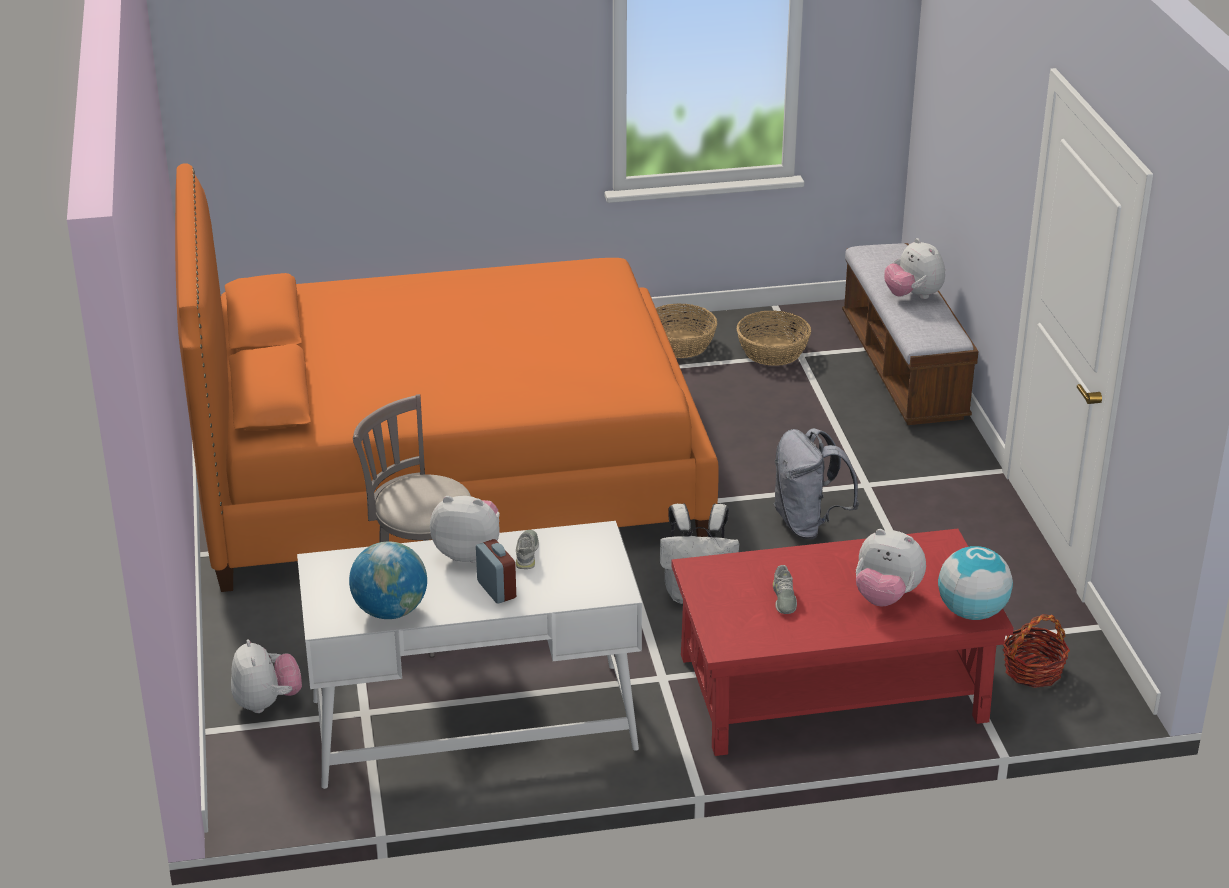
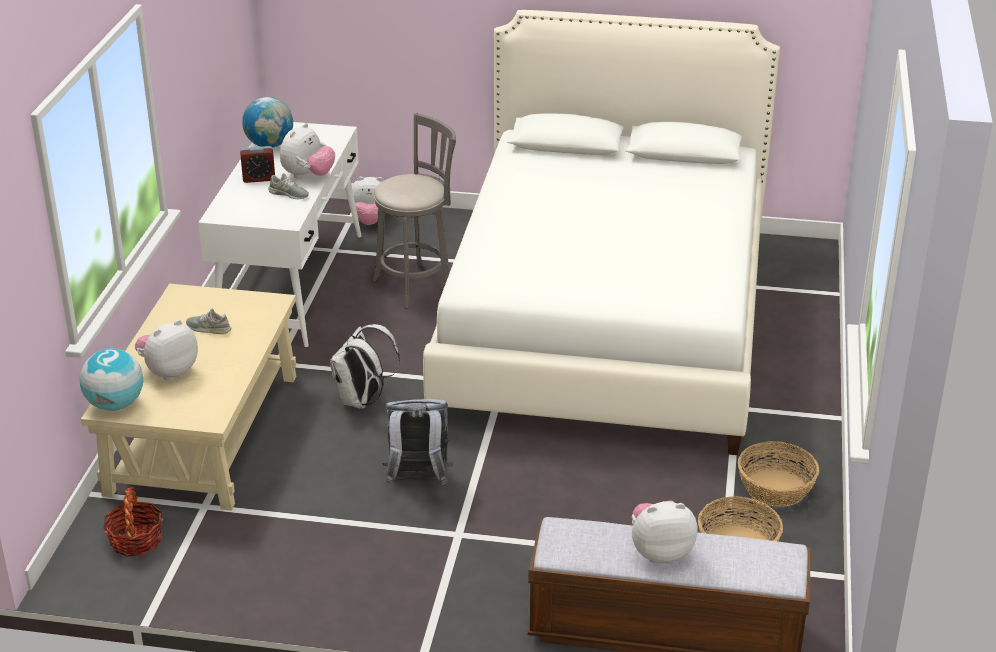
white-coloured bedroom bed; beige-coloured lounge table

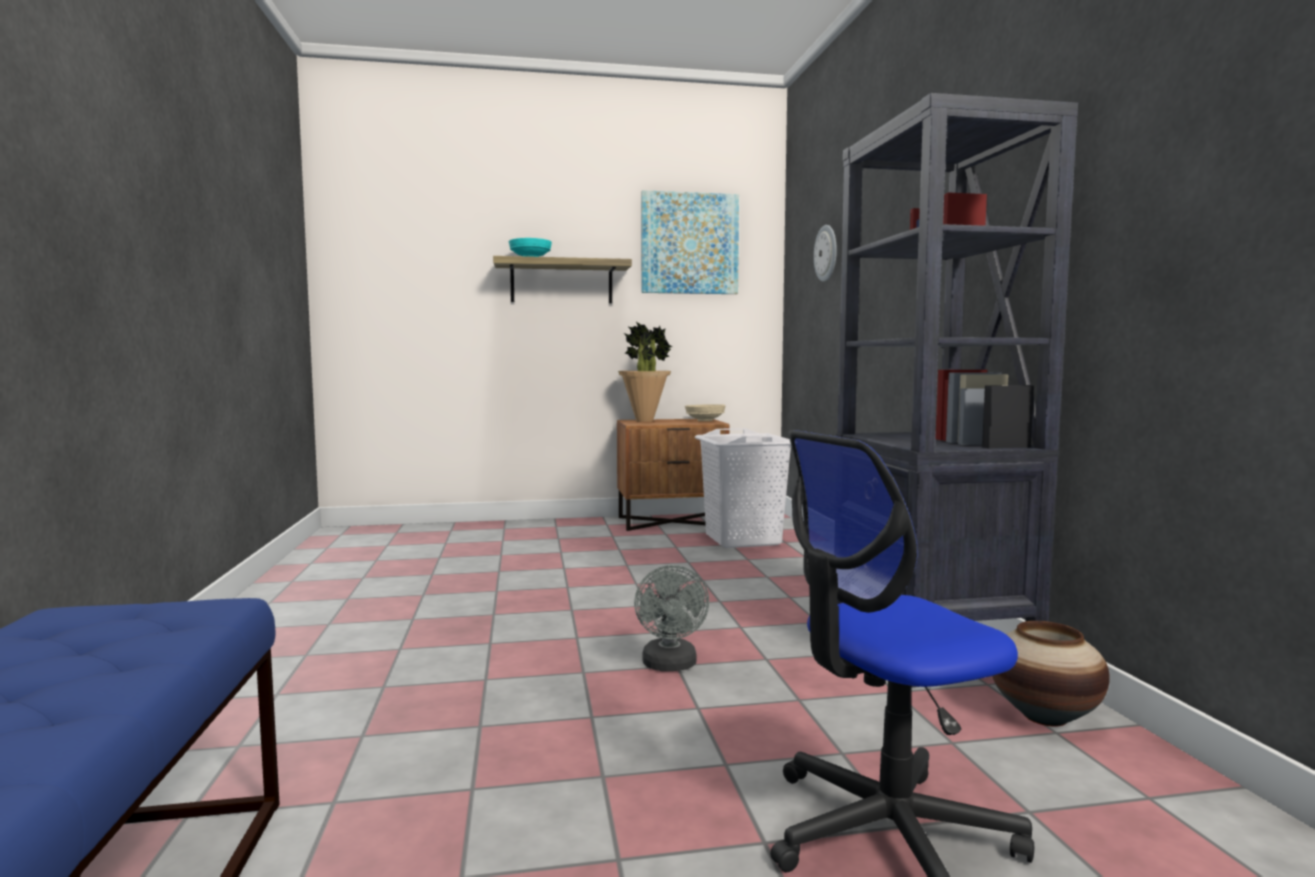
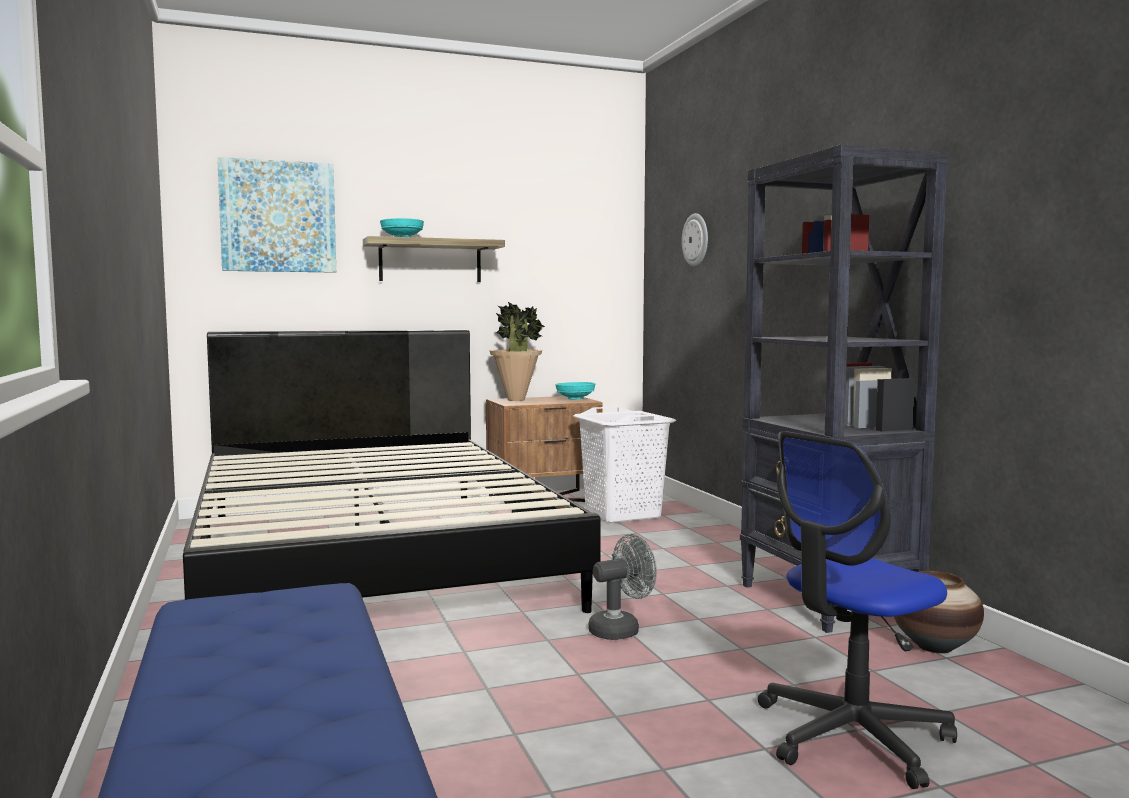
picture; turquoise-coloured deep dish (no. 2 from left); grey cooling fan; black bedroom bed

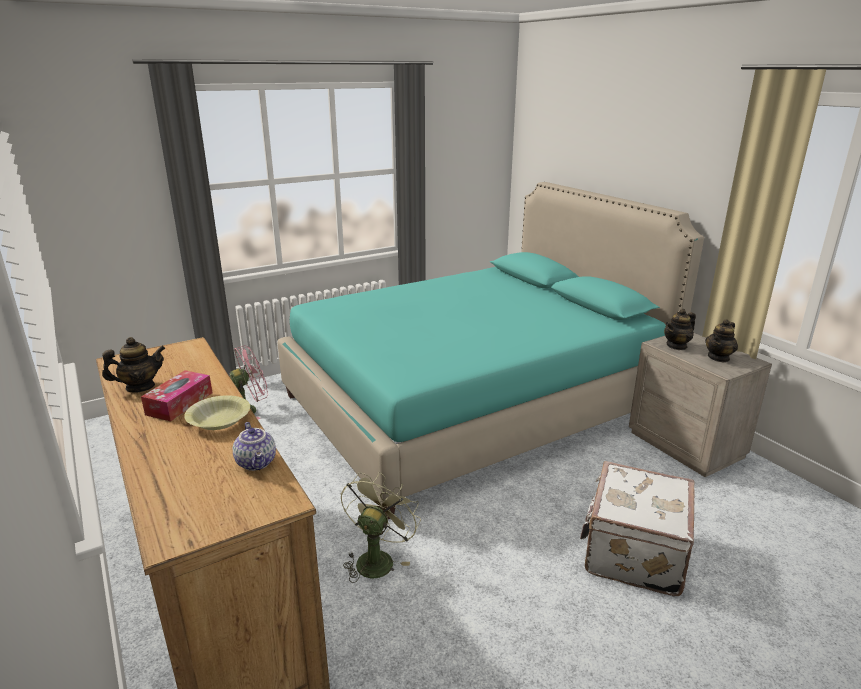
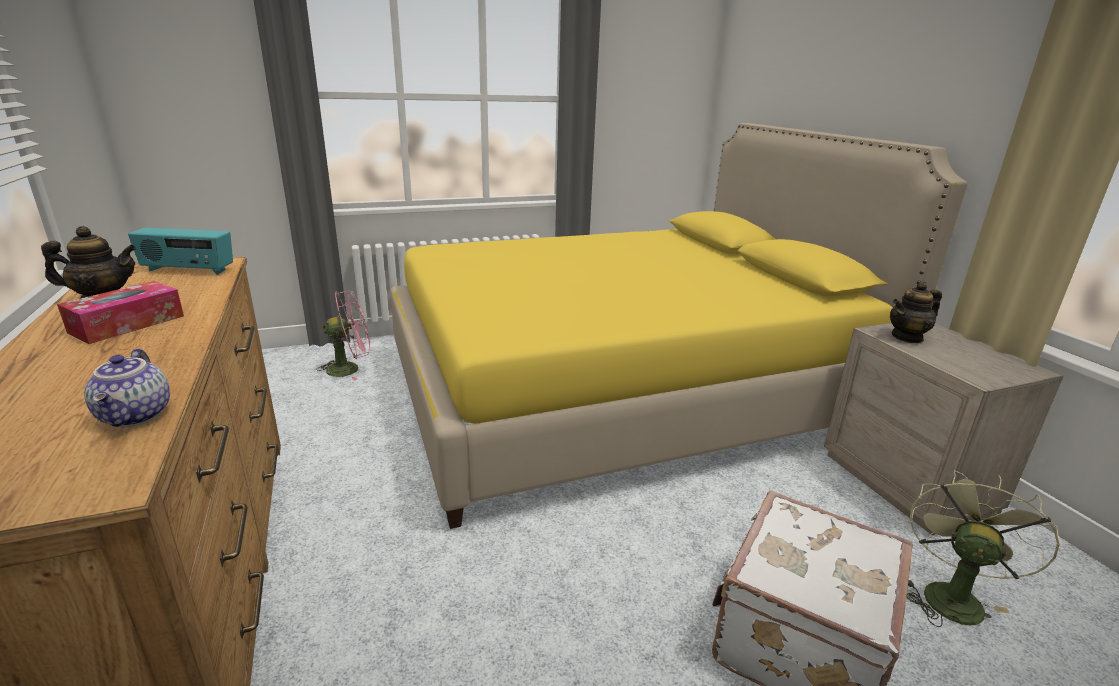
yellow bedroom bed; tea pot (no. 4 from left in the first image); yellow deep dish; greenish cooling fan; radio set

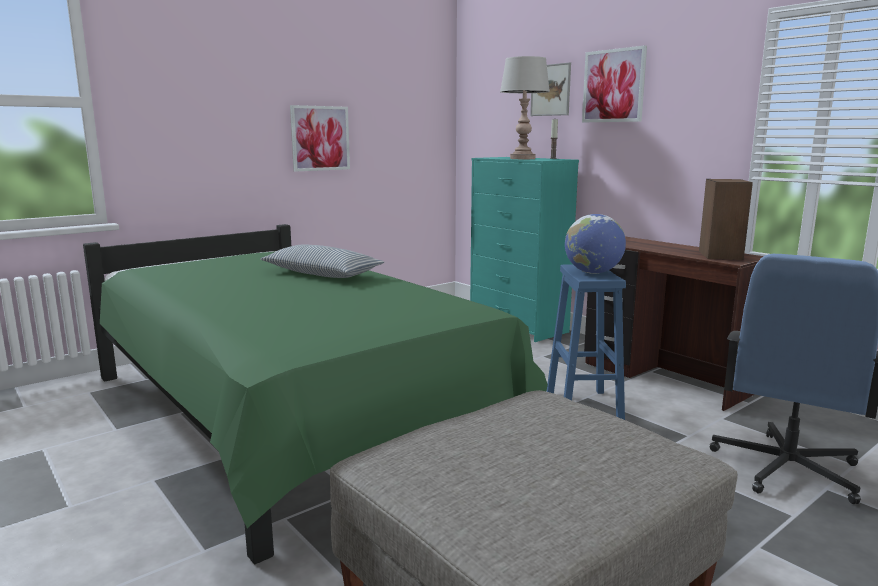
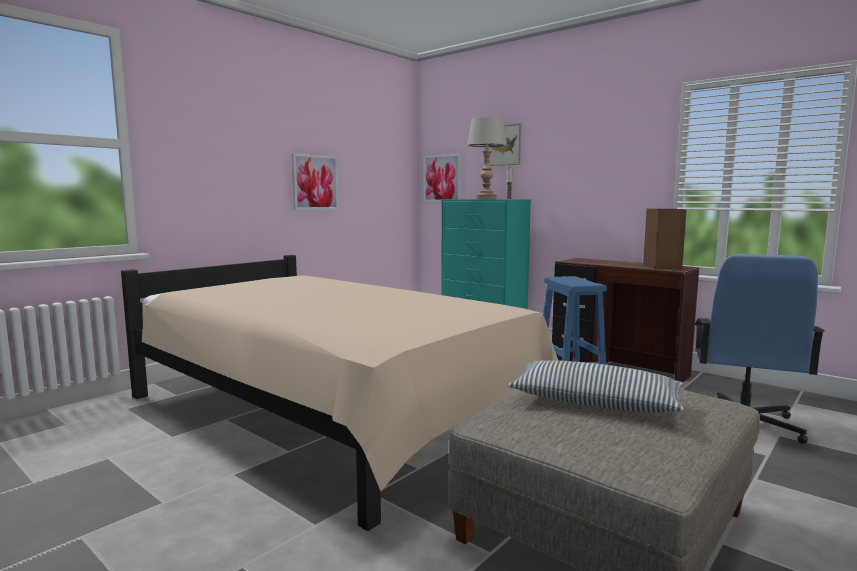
picture (no. 2 from left); globe; beige-coloured bedroom bed; throw pillow

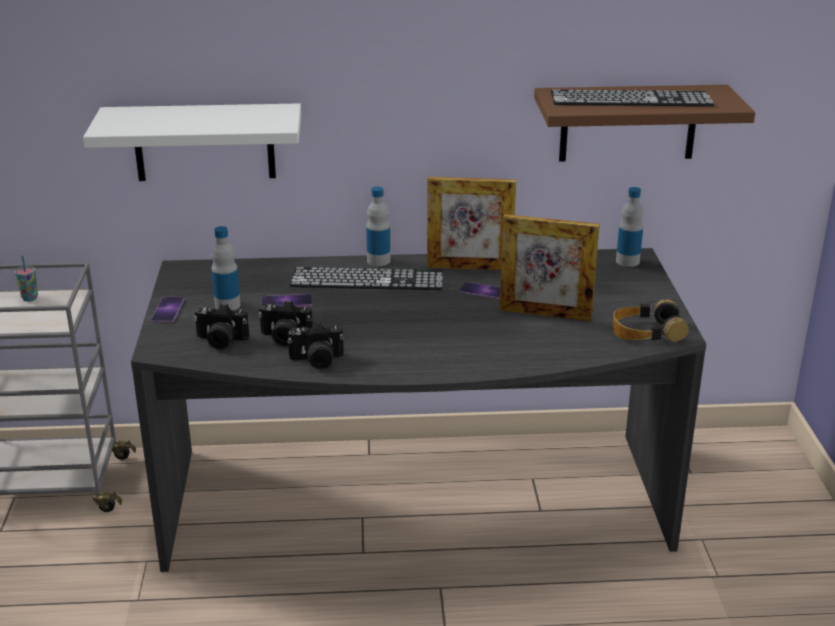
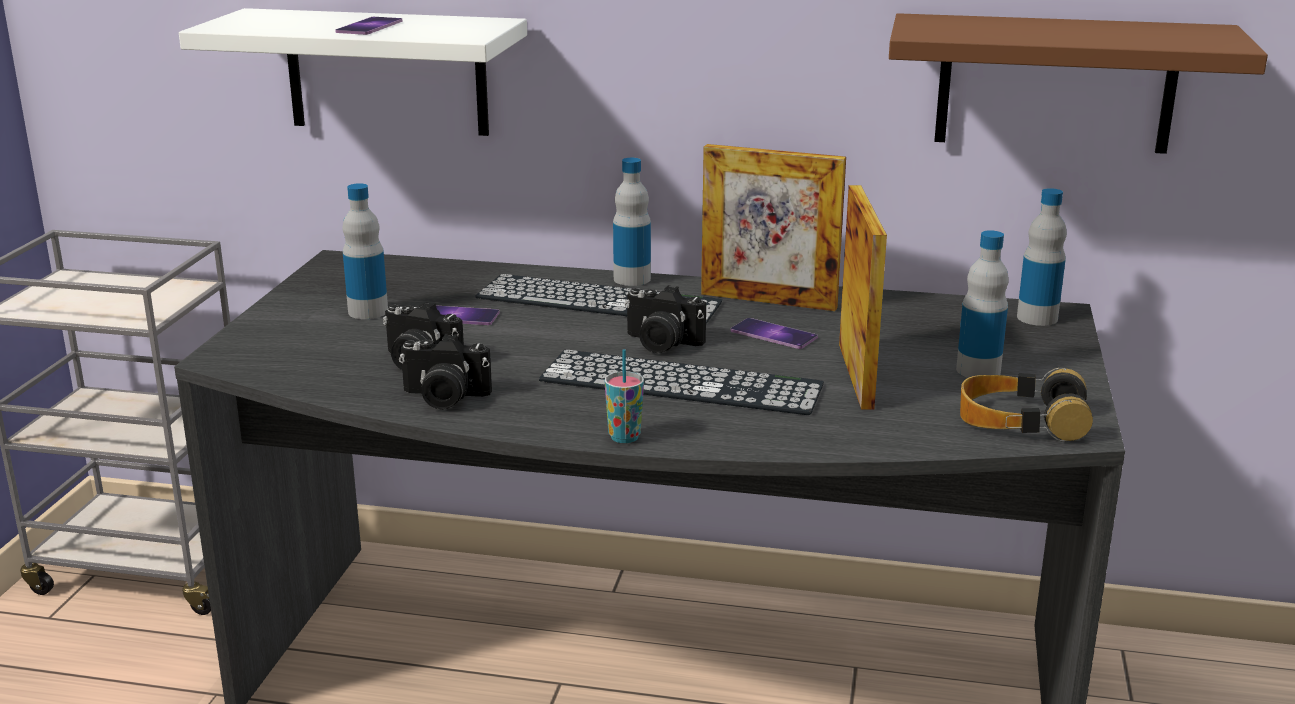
keyboard (no. 2 from left); standing frame (no. 2 from left); cup; handset (no. 1 from left); still camera (no. 3 from left); beverage bottle (no. 3 from left)

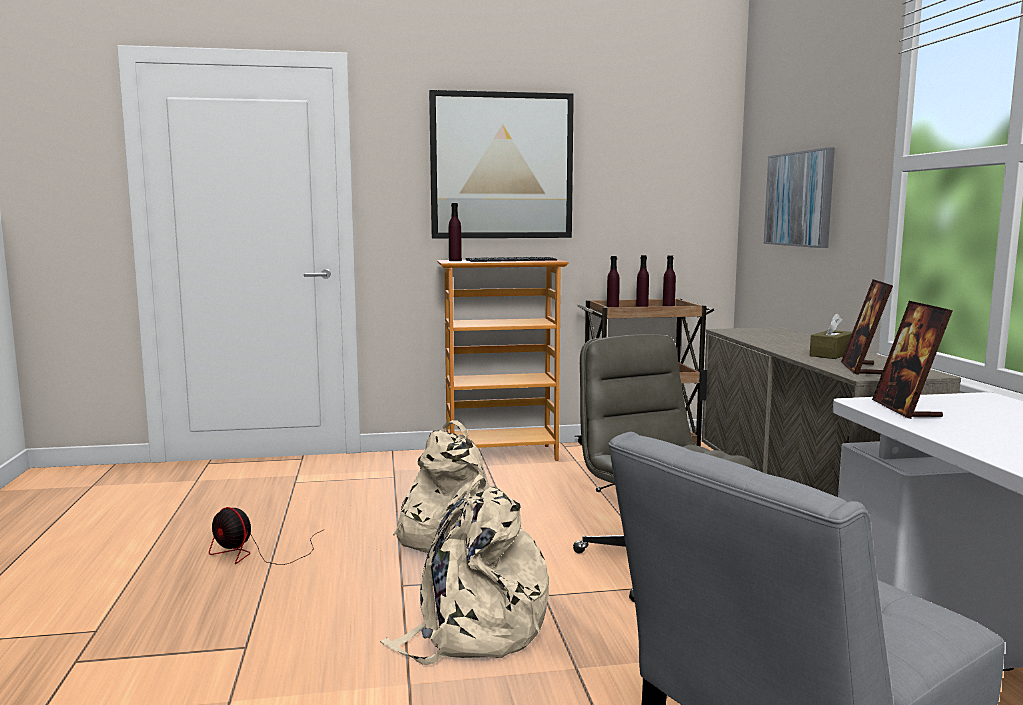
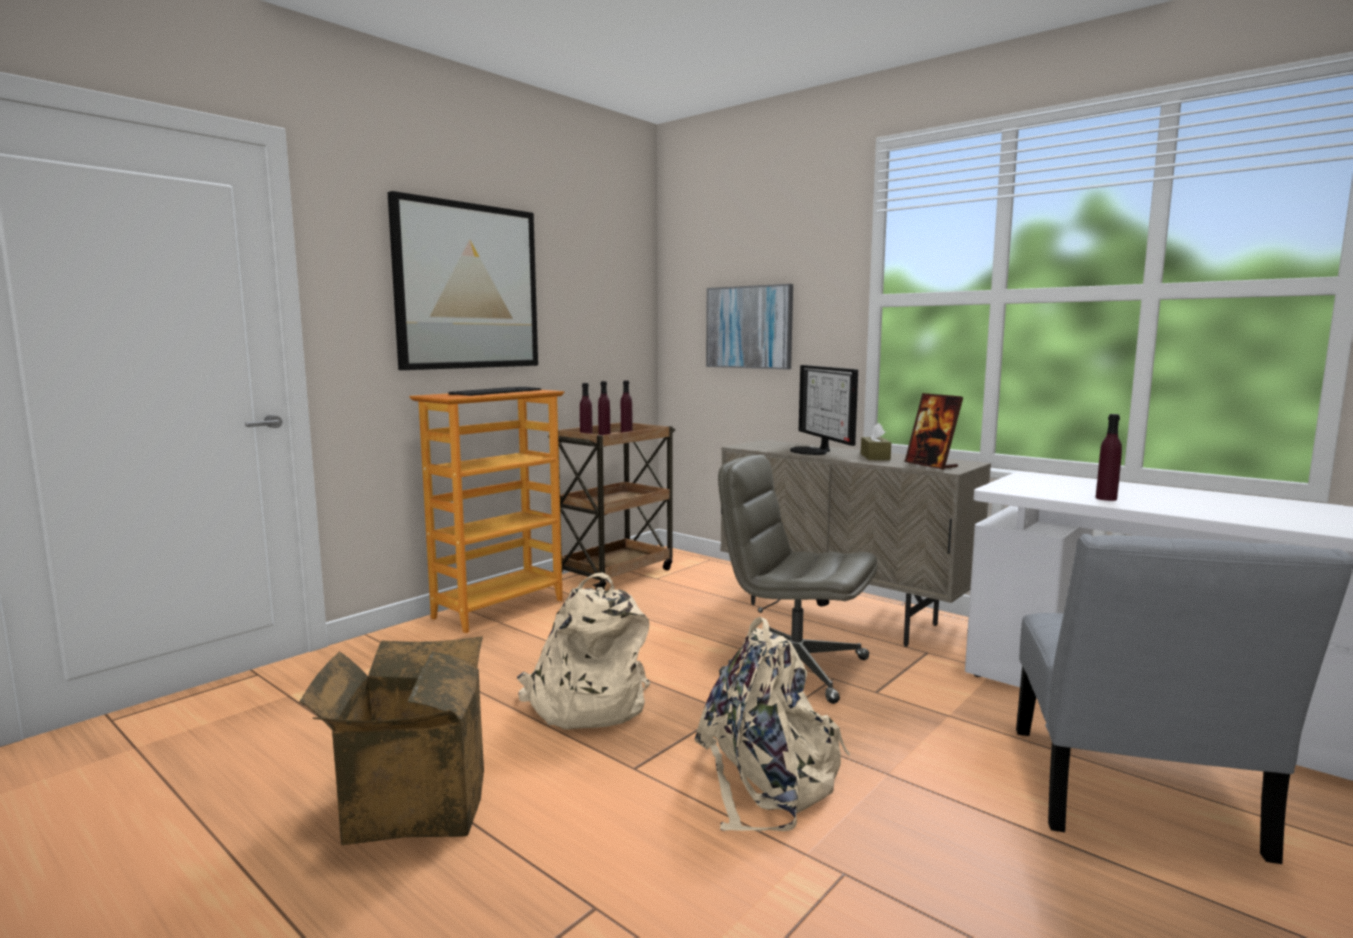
purple-coloured beverage bottle (no. 4 from left); standing frame (no. 2 from left in the first image); carton; monitor

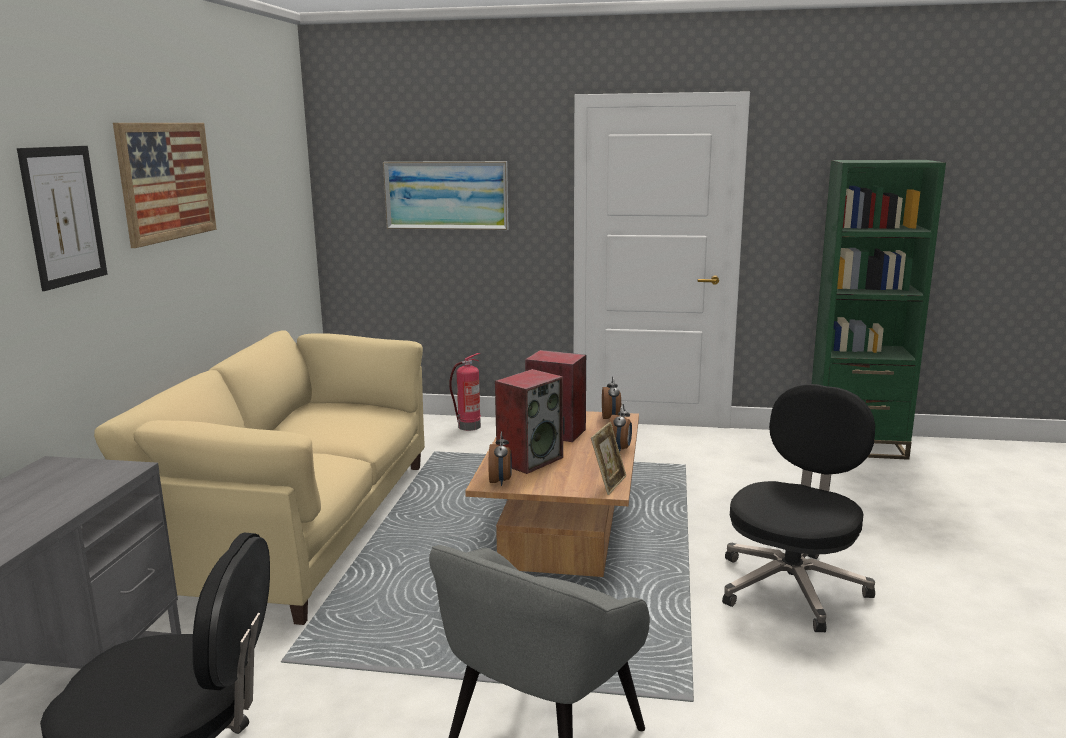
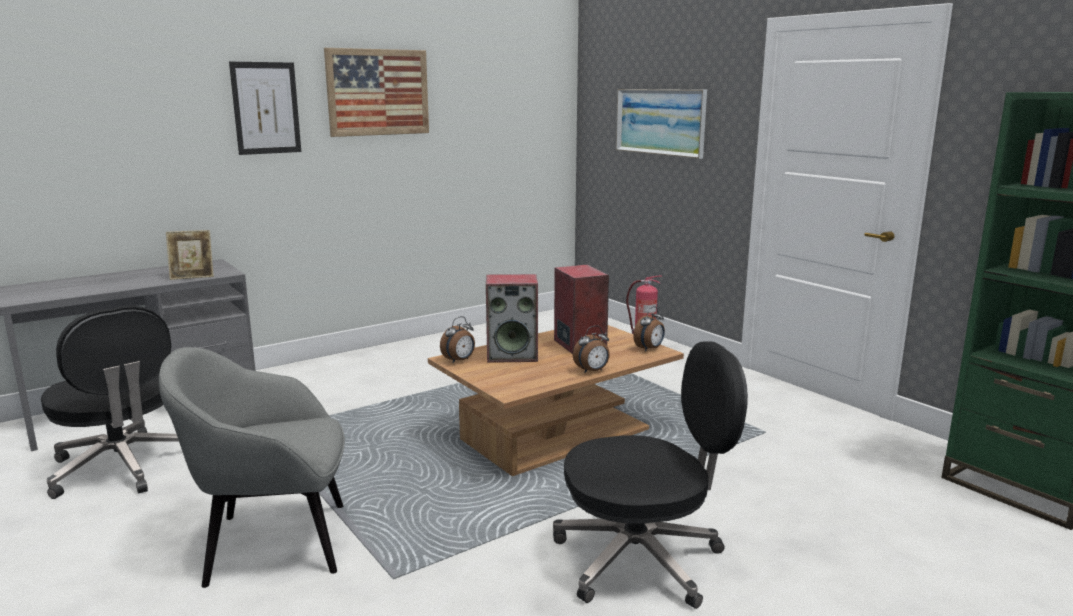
beige-coloured sofa; standing frame

